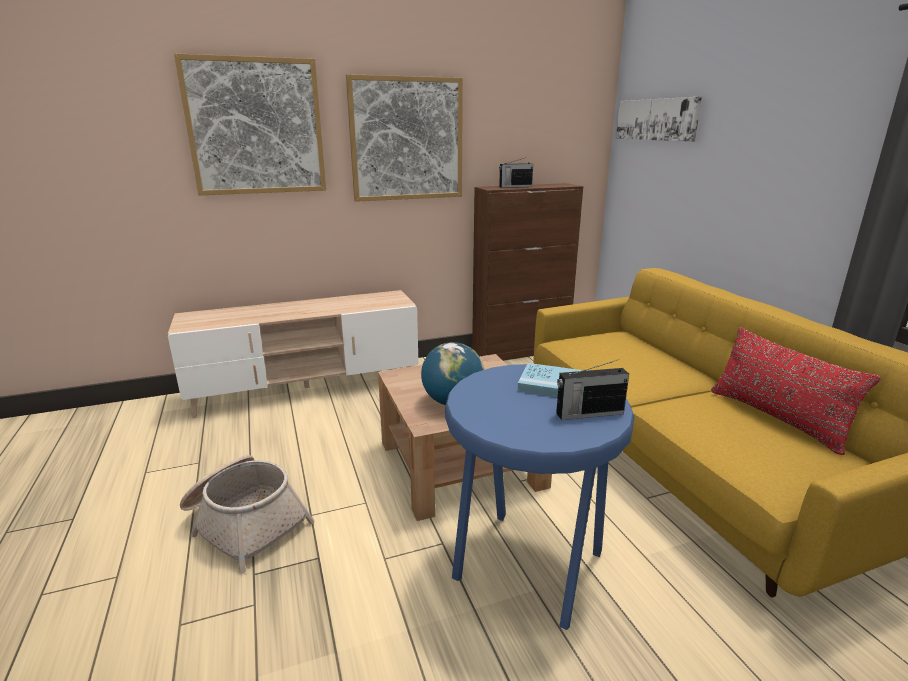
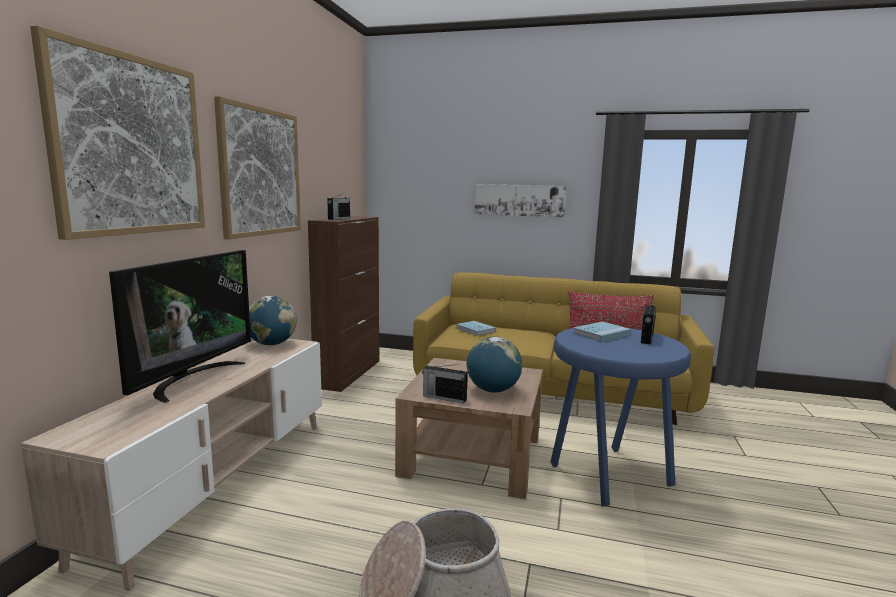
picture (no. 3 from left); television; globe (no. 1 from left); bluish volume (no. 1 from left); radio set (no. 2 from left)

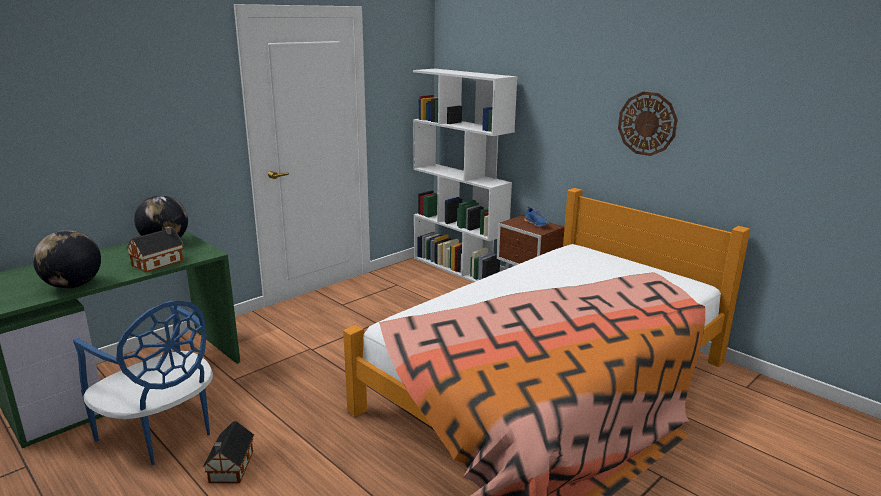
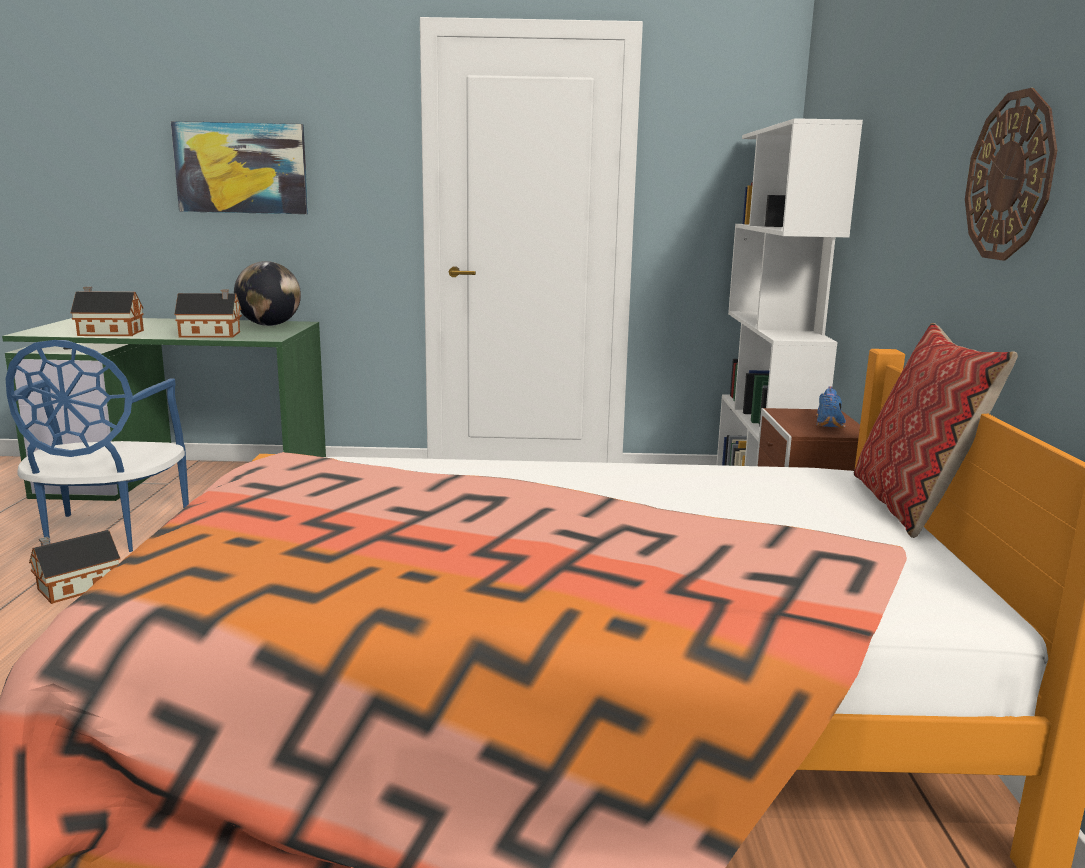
miniature house (no. 2 from left); picture; throw pillow

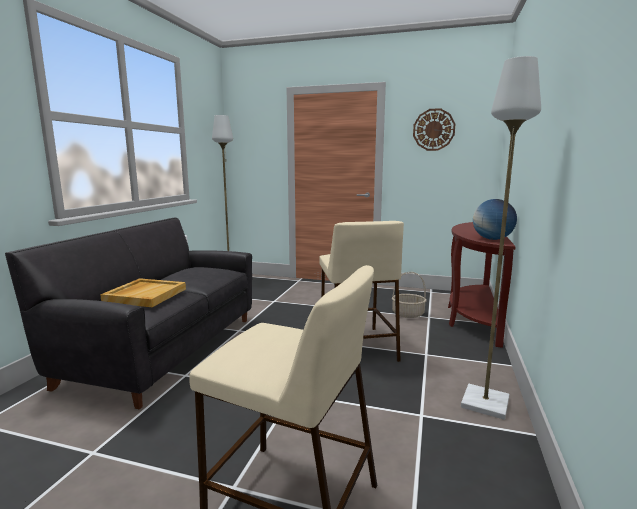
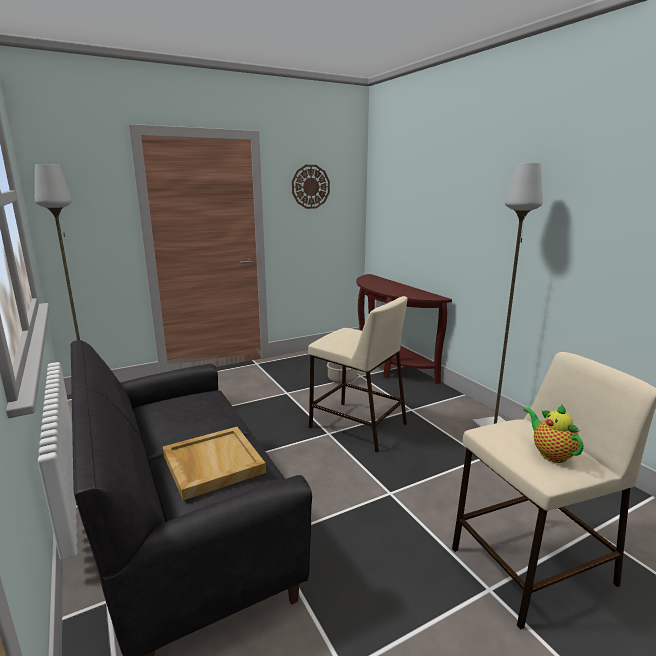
globe; tea pot

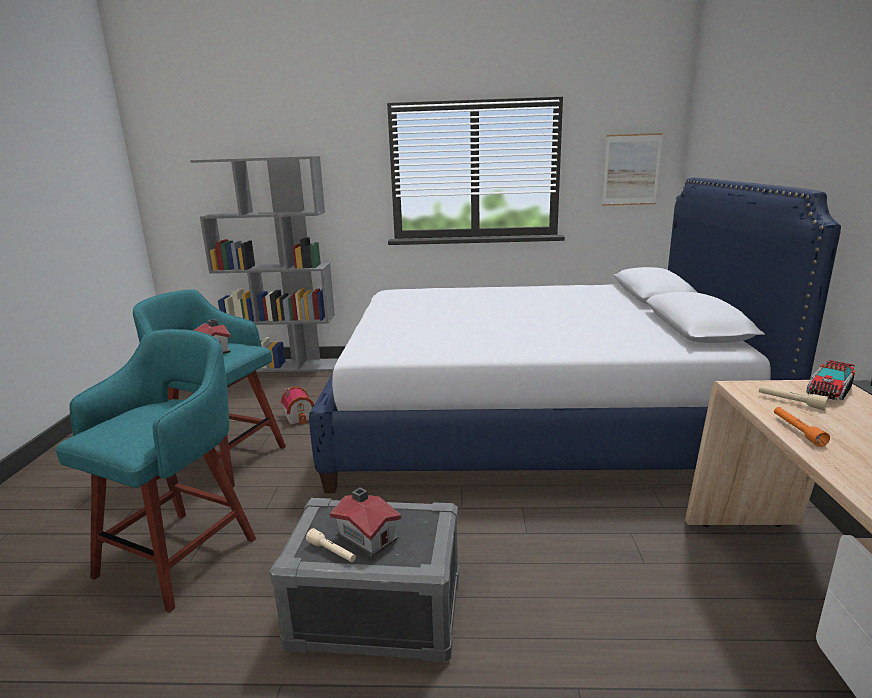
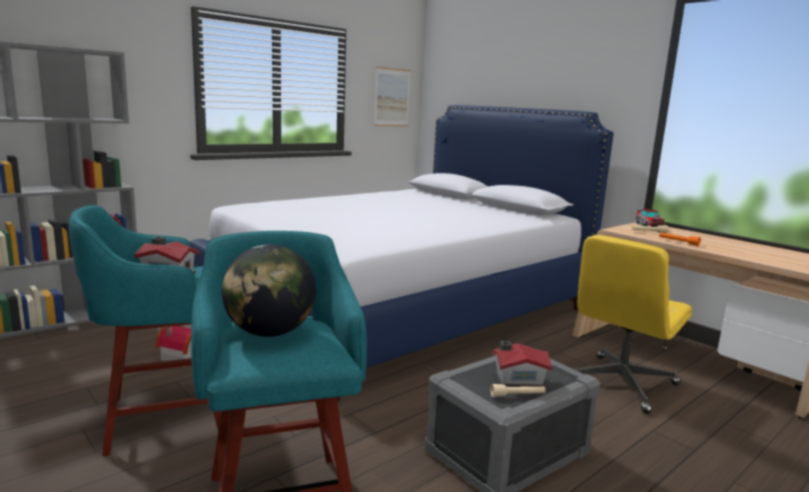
yellow desk chair; globe

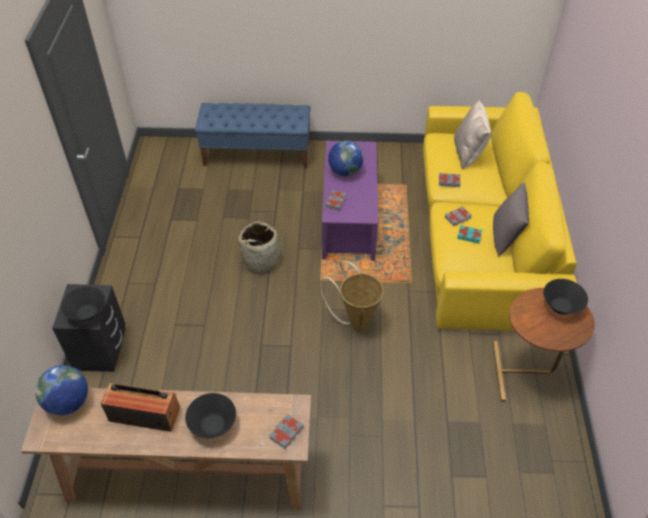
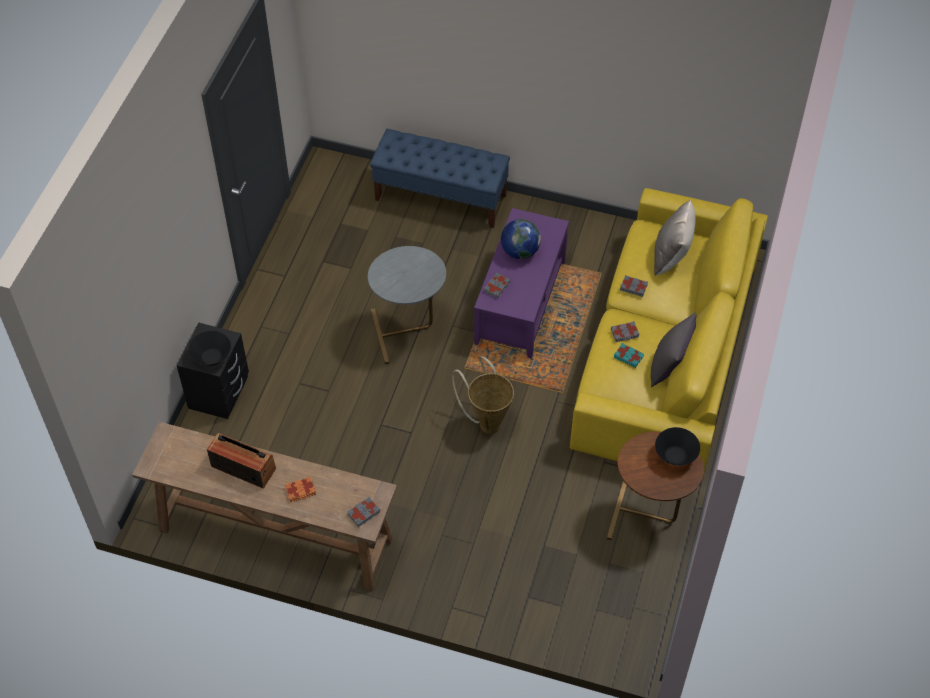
grey side table; globe (no. 1 from left in the first image); orangey volume

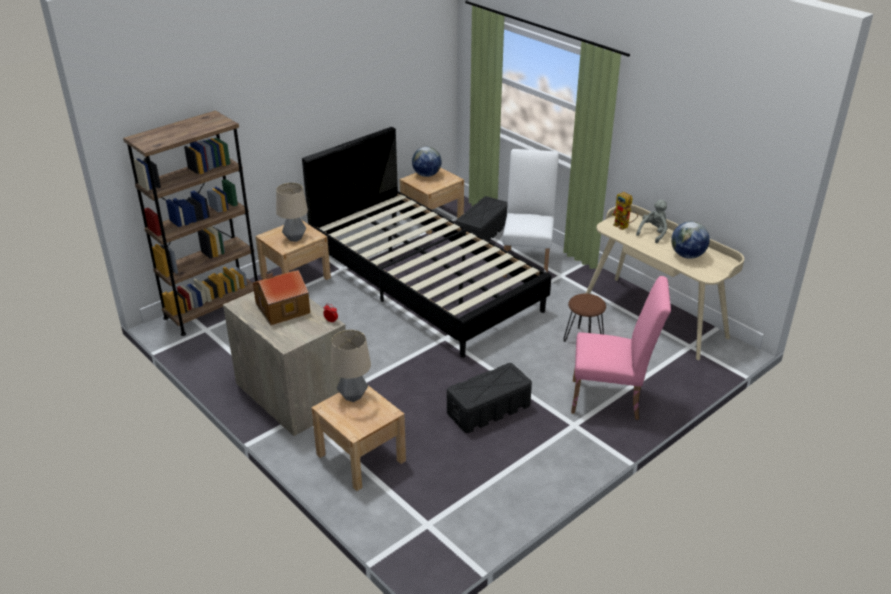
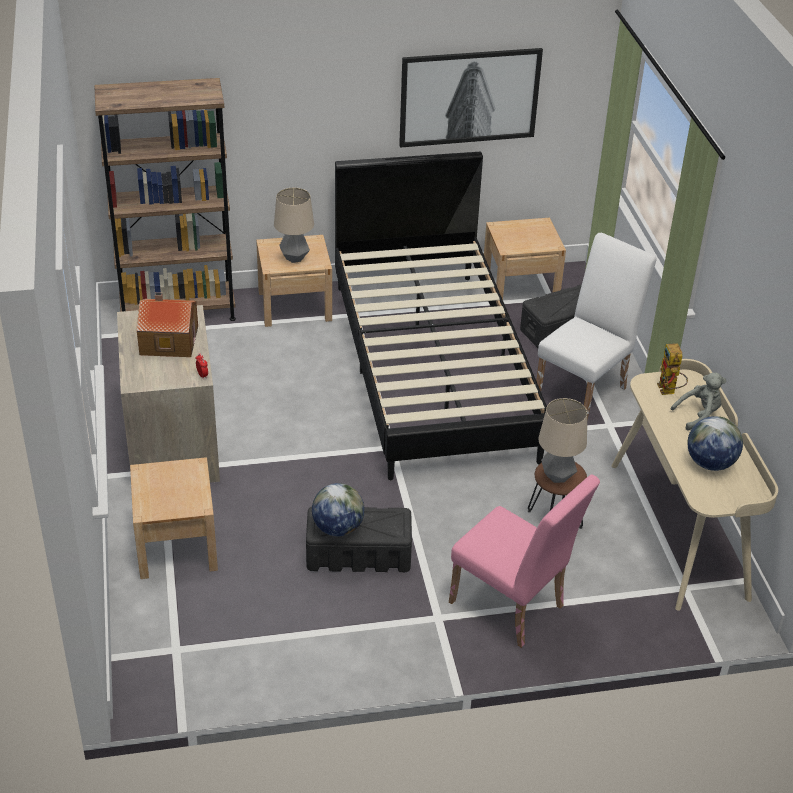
globe (no. 1 from left); lamp for a table (no. 2 from left); picture

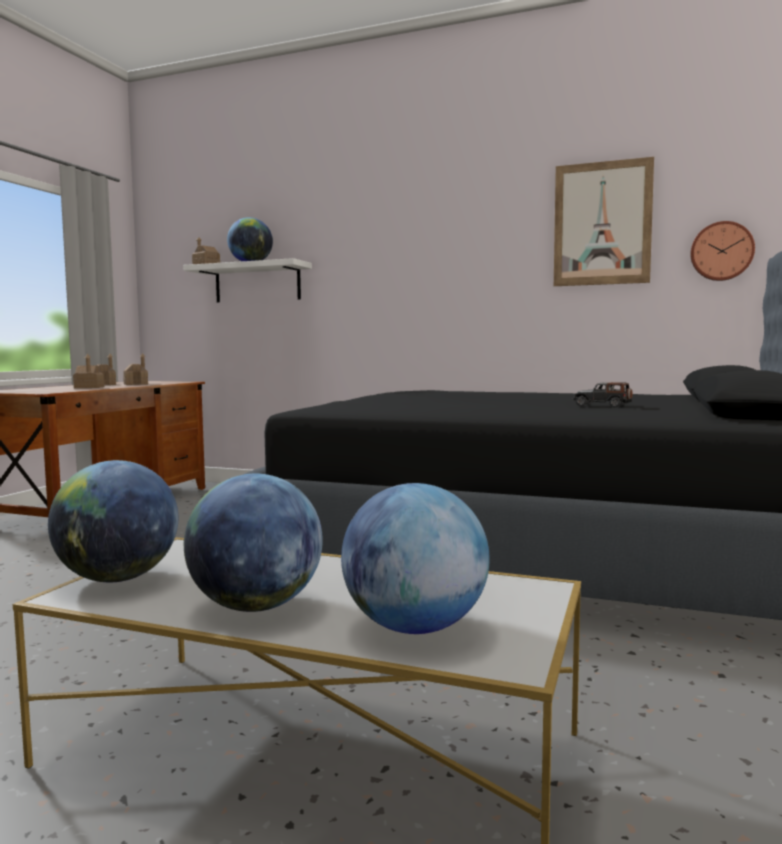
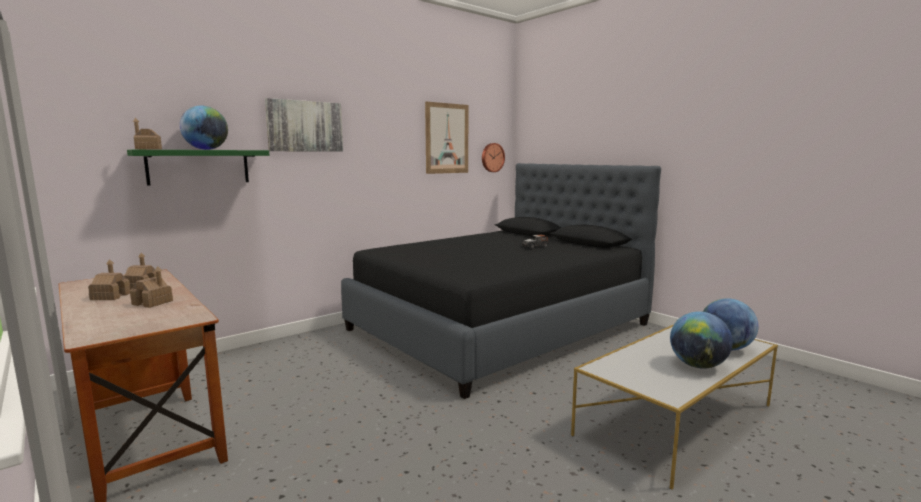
greenish shelf; globe (no. 1 from left in the first image); picture (no. 1 from left)

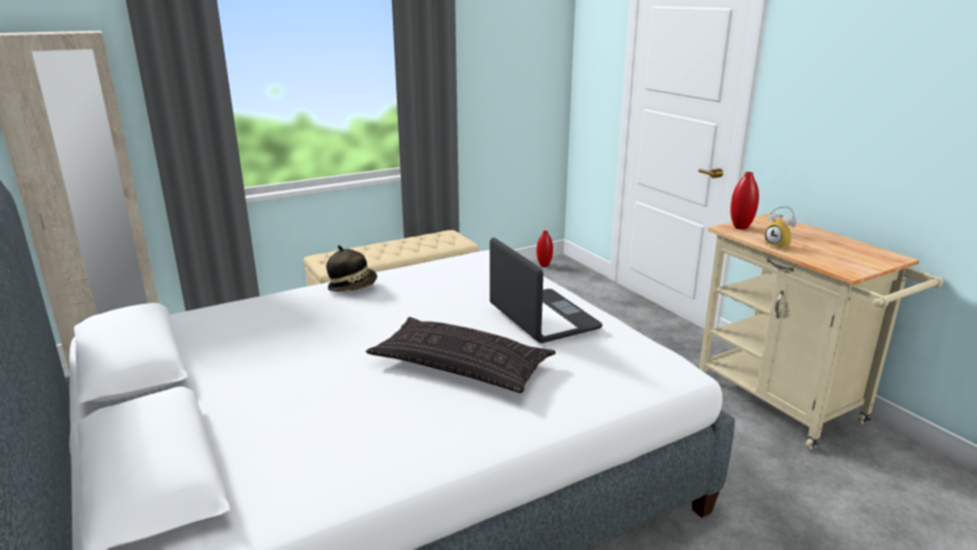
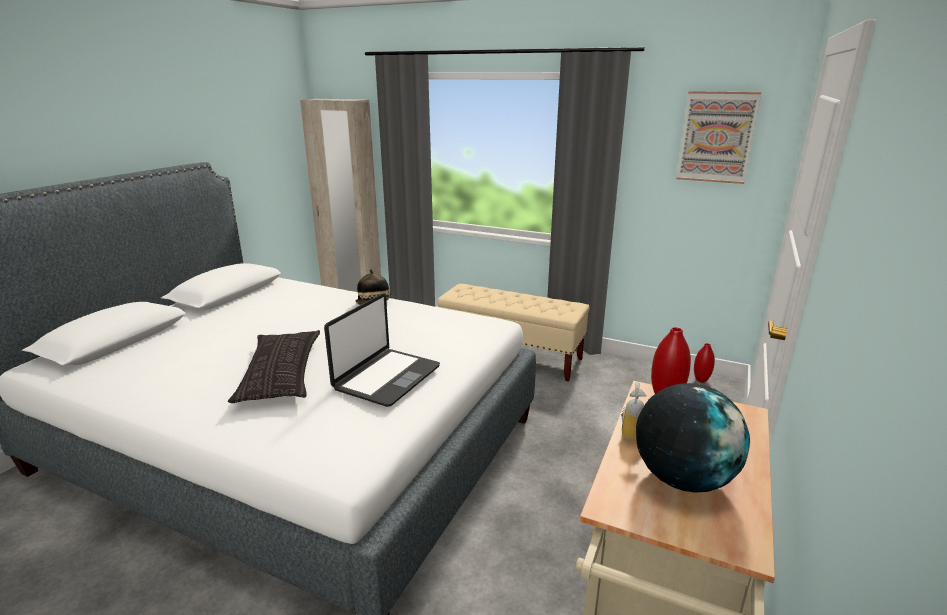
picture; globe

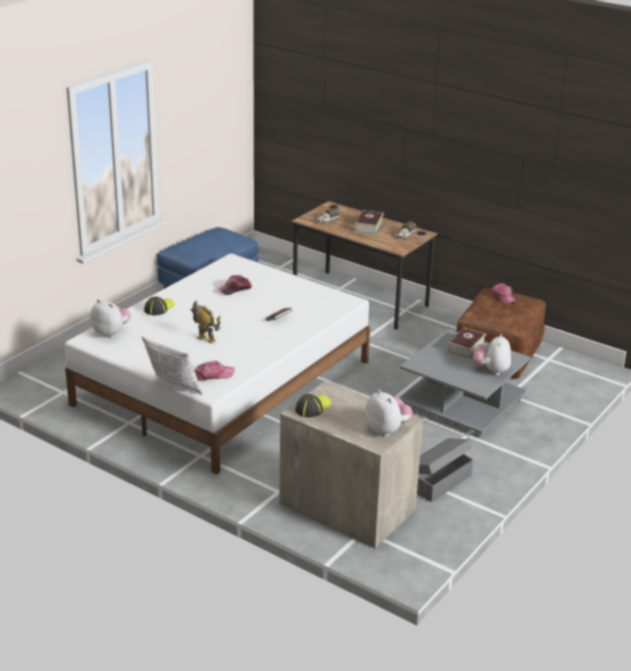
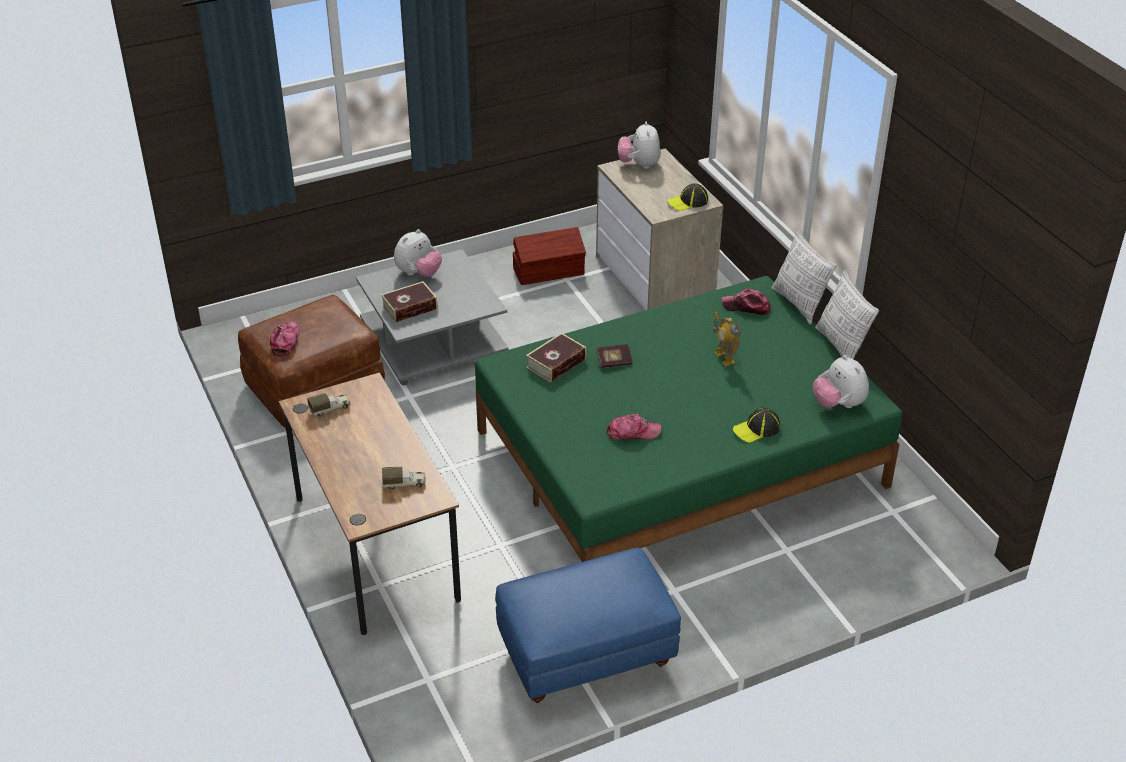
volume (no. 2 from left); greenish bedroom bed; brown-coloured storage box; throw pillow (no. 2 from left)

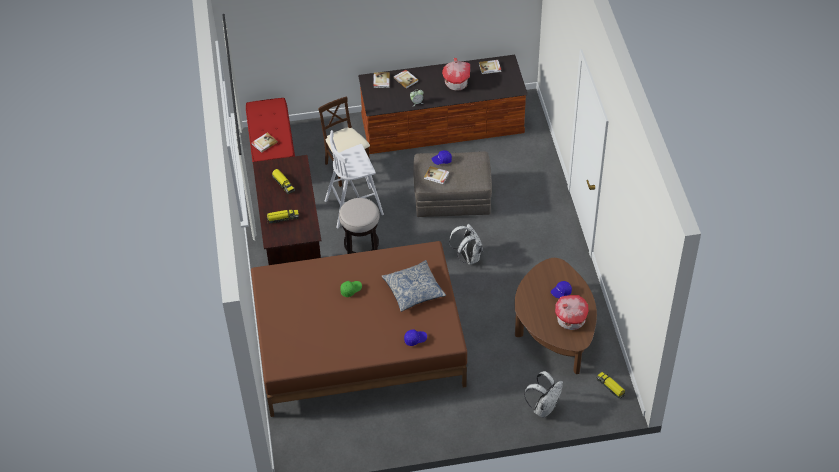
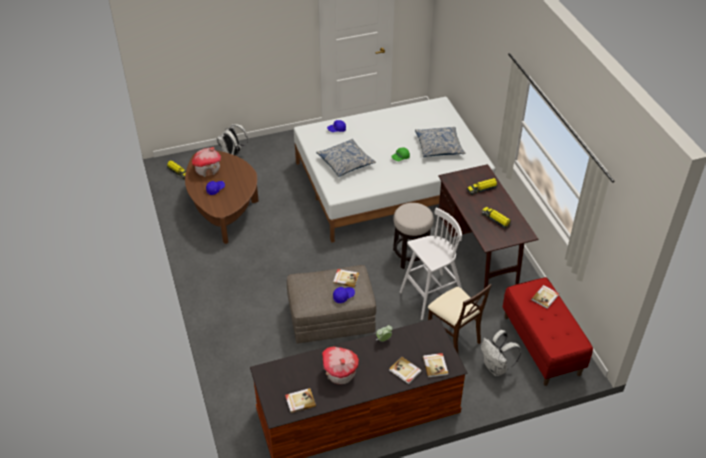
white-coloured rucksack (no. 2 from left); white-coloured bedroom bed; throw pillow (no. 2 from left)

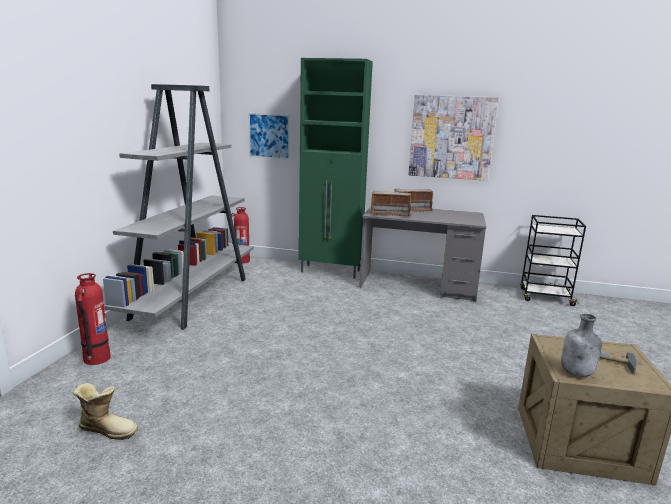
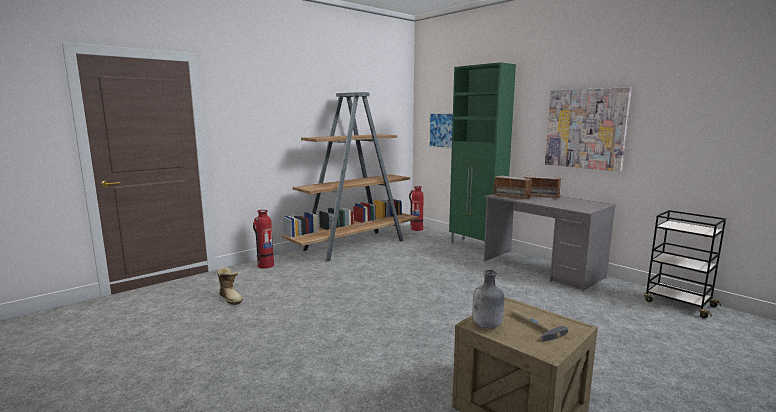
brown-coloured bookcase

